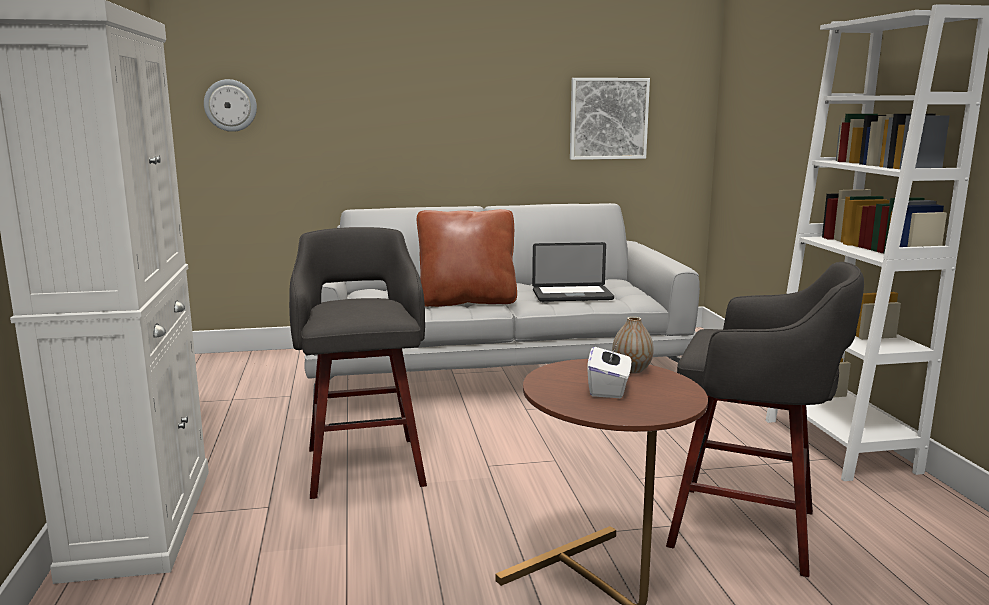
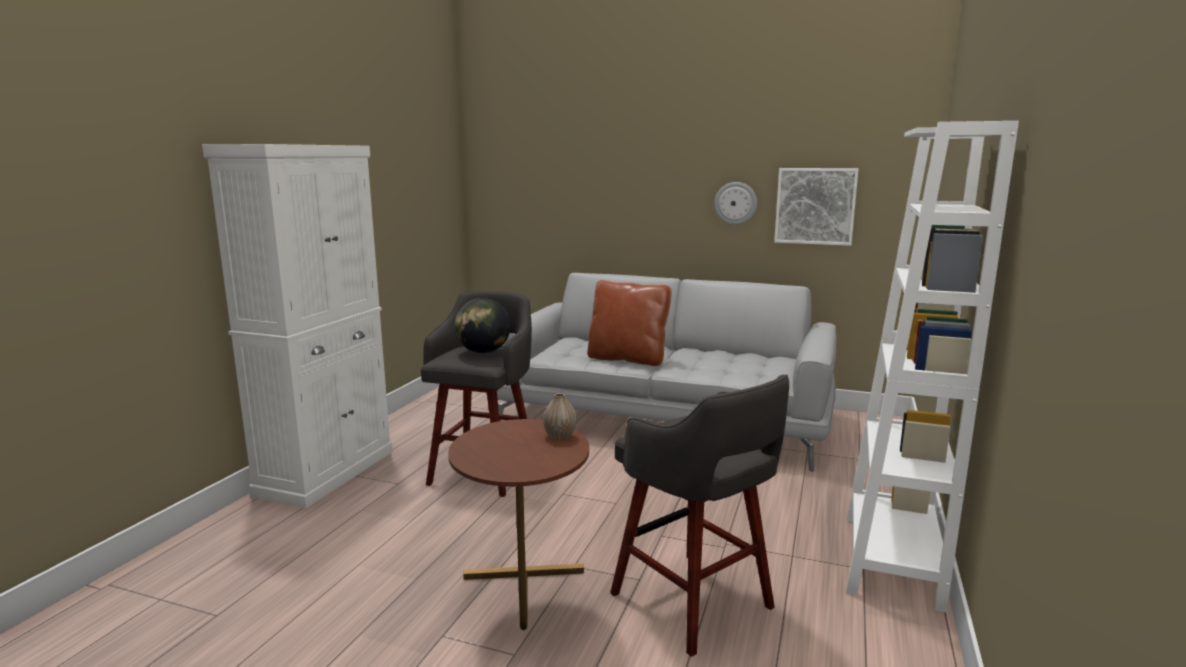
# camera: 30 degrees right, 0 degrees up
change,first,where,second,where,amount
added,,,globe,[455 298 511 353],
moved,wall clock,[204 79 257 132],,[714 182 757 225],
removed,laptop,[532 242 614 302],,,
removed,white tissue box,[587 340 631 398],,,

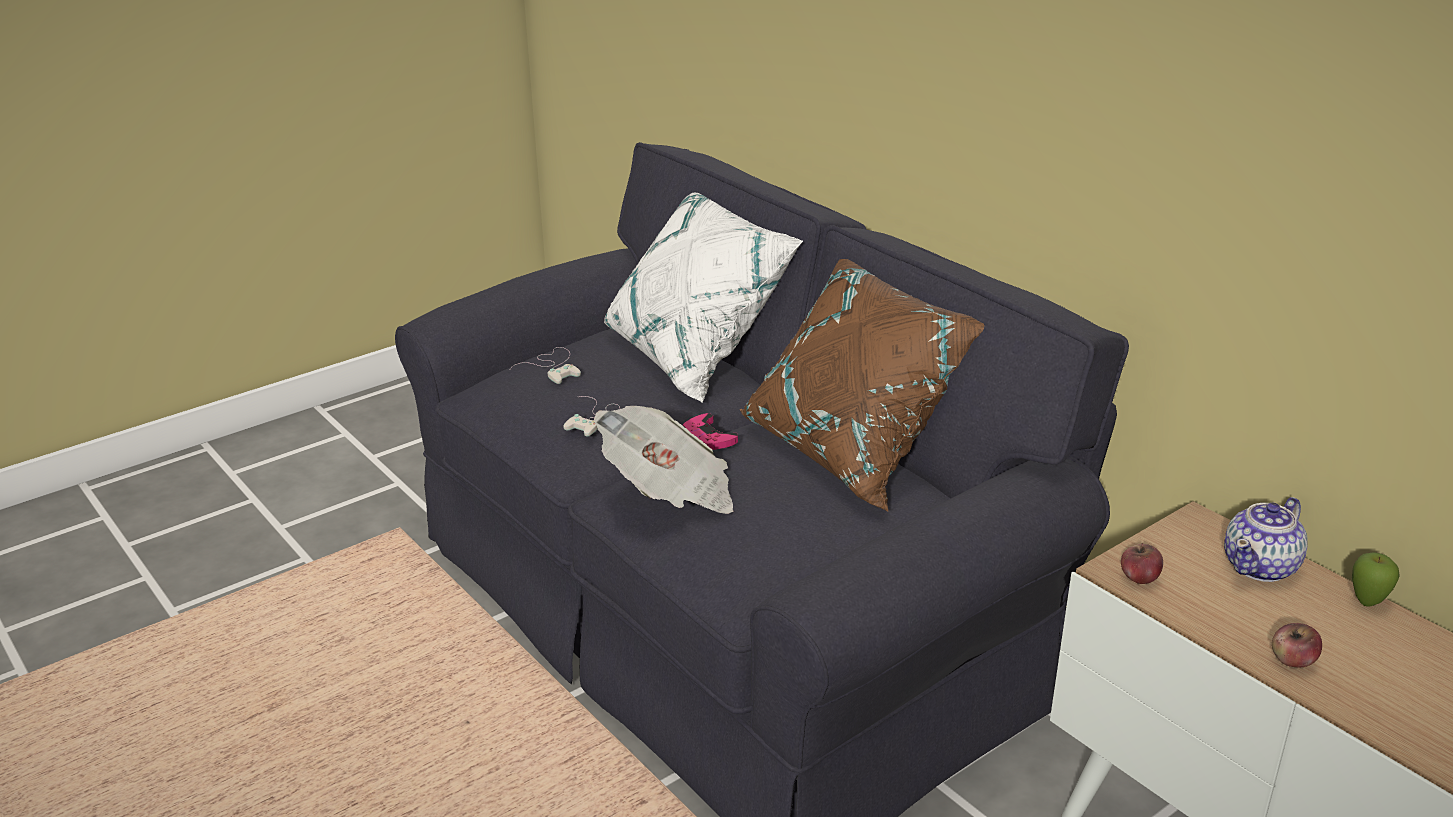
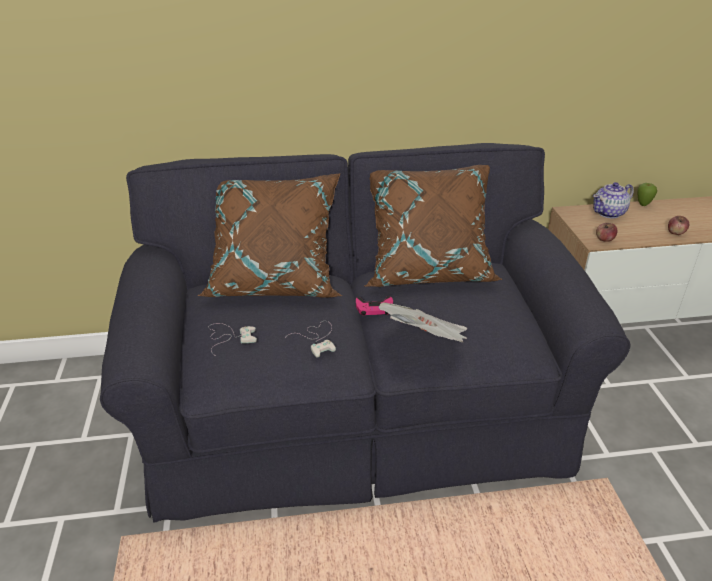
# camera: 60 degrees left, 5 degrees up
change,first,where,second,where,amount
recoloured,white pillow,[604 193 803 403],brown pillow,[197 174 342 298],
turned,teapot,[1224 497 1308 582],,[593 182 634 218],75 degrees clockwise

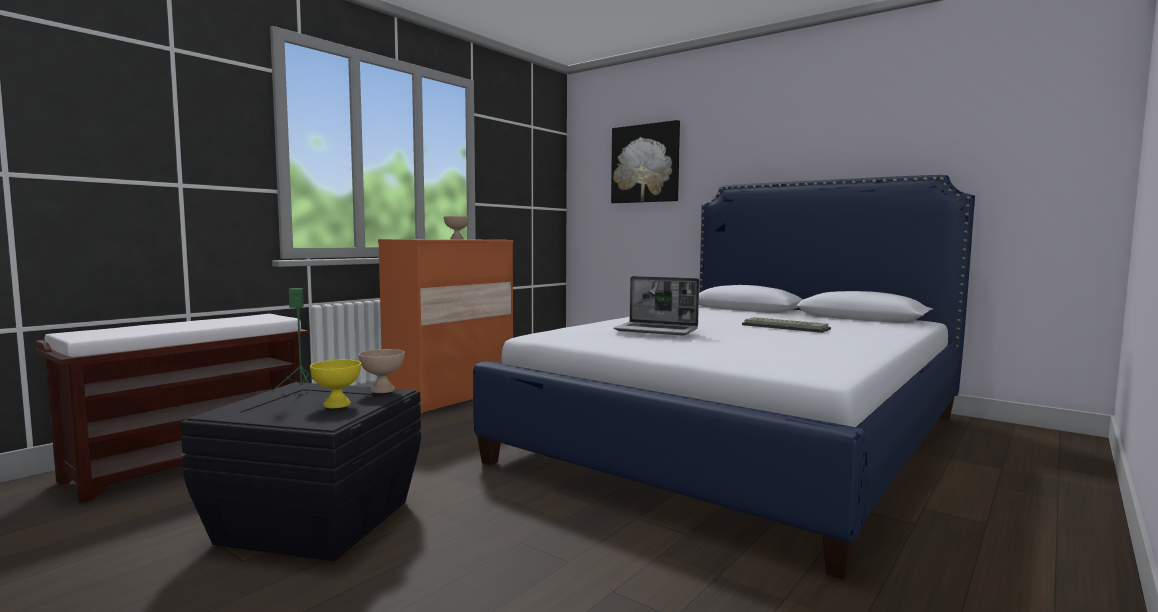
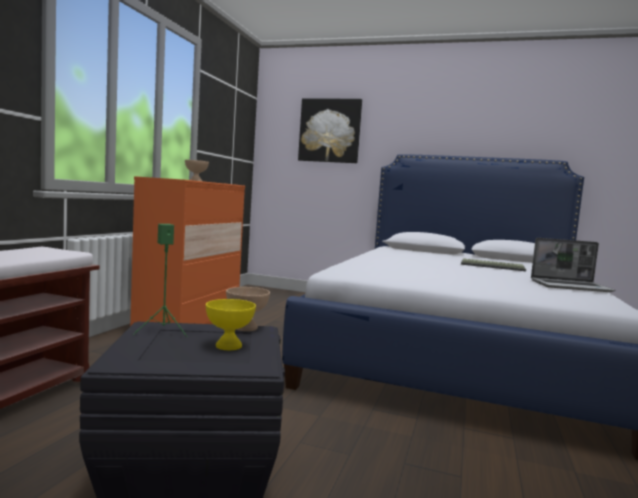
# camera: 20 degrees left, 0 degrees up
change,first,where,second,where,amount
moved,laptop,[614 276 699 335],,[531 238 616 292],

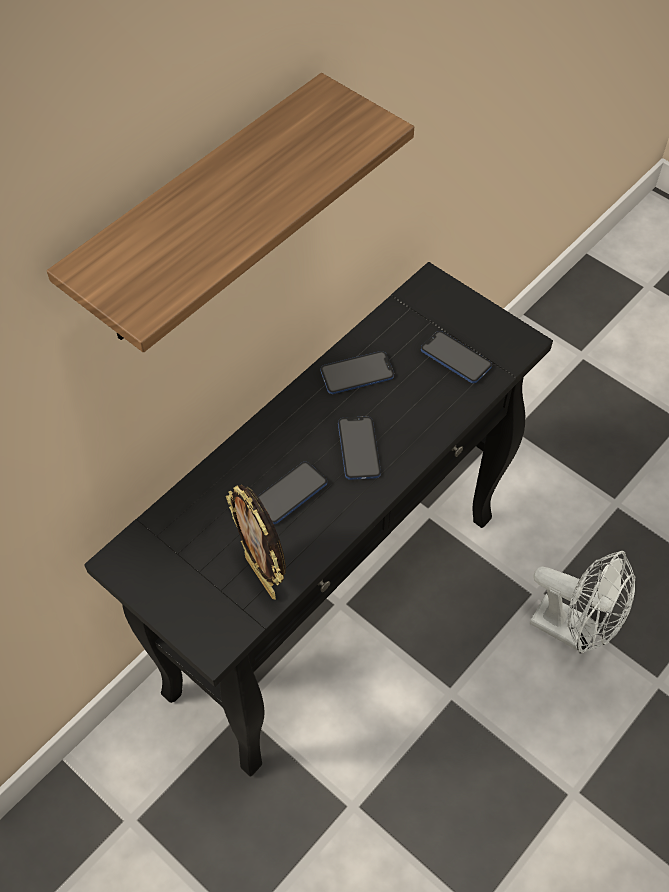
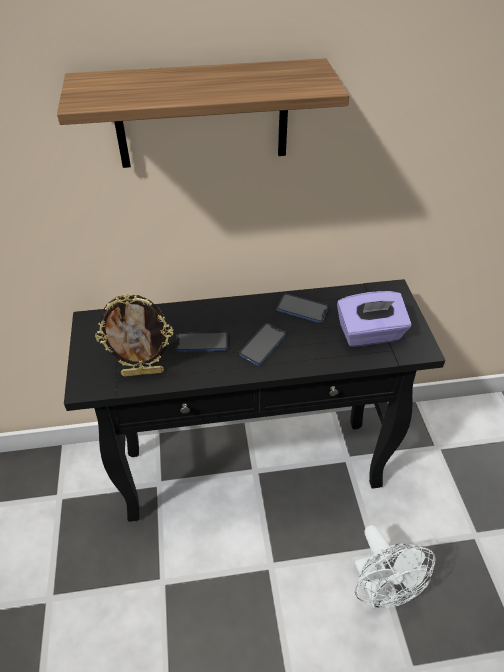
# camera: 40 degrees right, 10 degrees down
change,first,where,second,where,amount
turned,picture frame,[226 485 286 600],,[95 294 173 377],105 degrees counterclockwise
replaced,phone,[421 331 492 383],purple tissue box,[337 291 411 347],

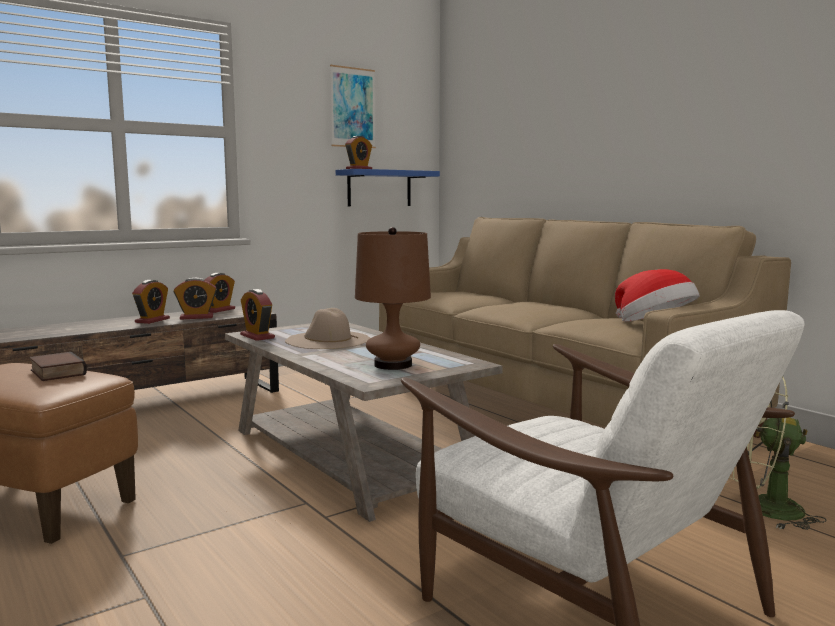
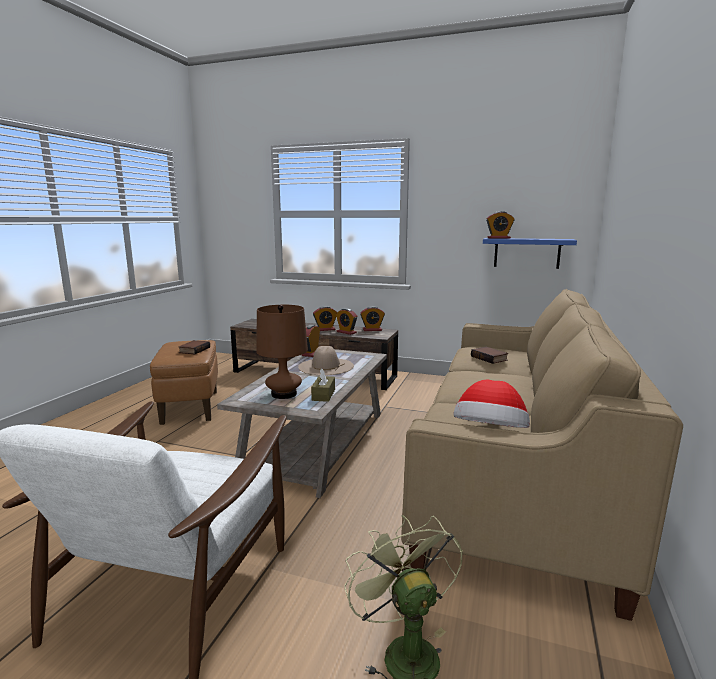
# camera: 55 degrees right, 5 degrees up
change,first,where,second,where,amount
added,,,brown tissue box,[311 369 335 402],
added,,,book,[471 347 508 364],
removed,picture,[330 65 376 148],,,

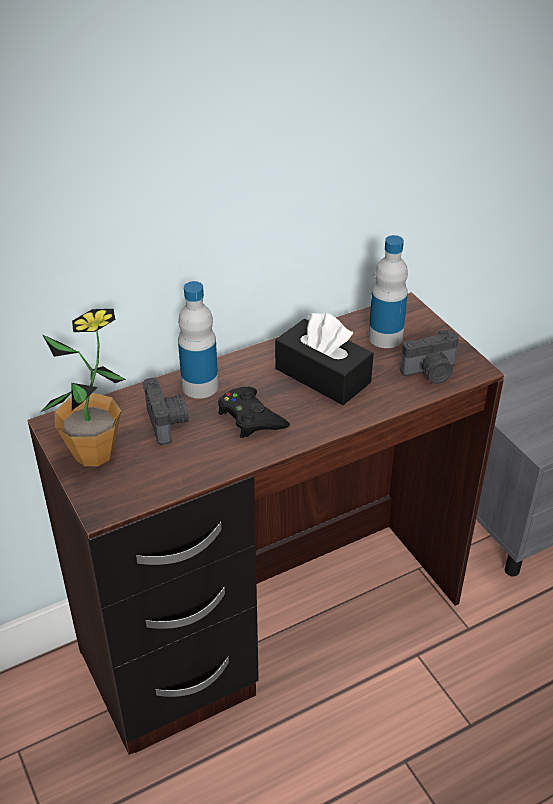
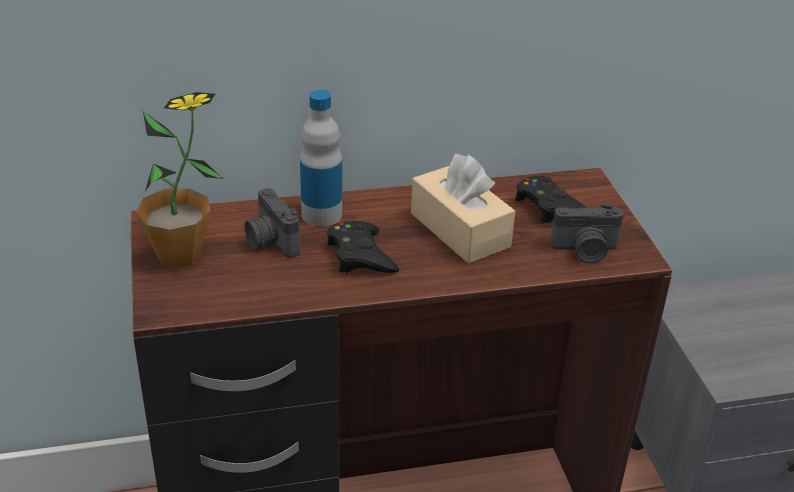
# camera: 15 degrees right, 5 degrees down
change,first,where,second,where,amount
turned,photo camera,[143 377 189 445],,[244 188 300 258],150 degrees clockwise
recoloured,black tissue box,[275 313 374 405],beige tissue box,[411 154 516 264],
replaced,bottle,[368 235 408 348],black game controller,[515 176 587 223],

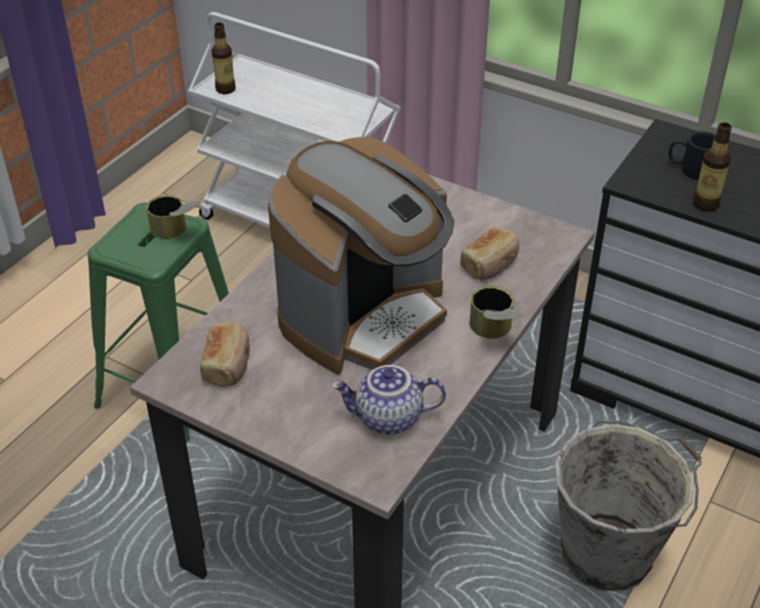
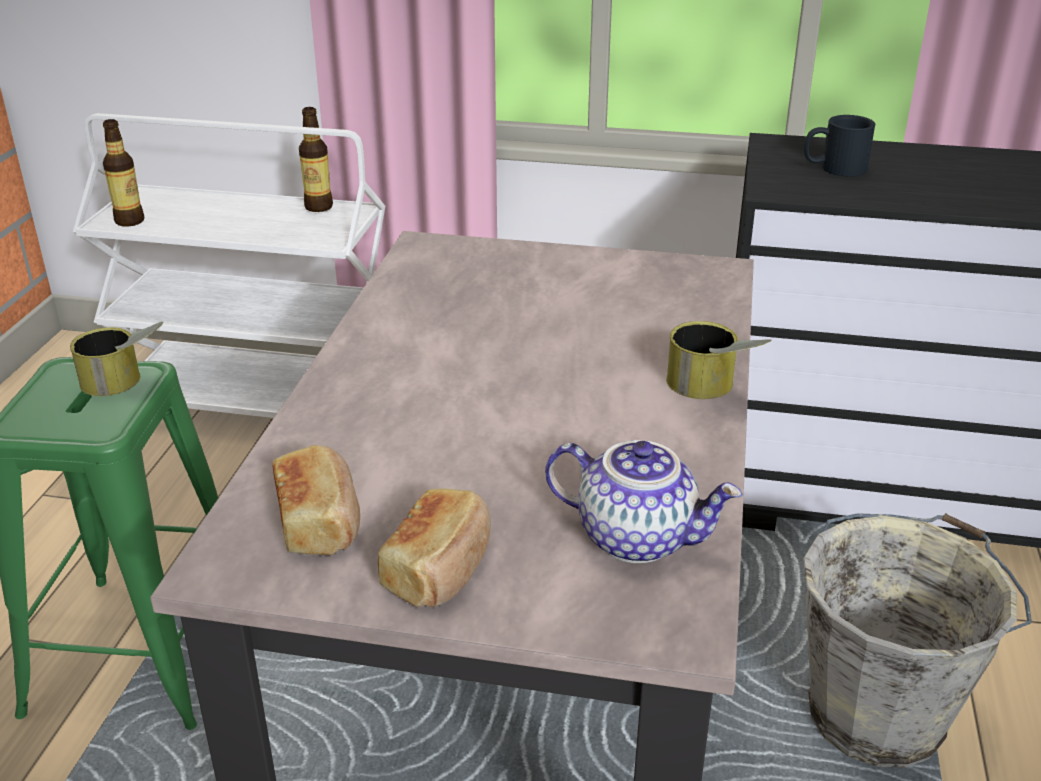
# camera: 20 degrees left, 10 degrees down
change,first,where,second,where,amount
moved,bottle,[693 122 732 212],,[299 107 333 212],
moved,bread,[460 227 520 280],,[377 489 491 607],
turned,teapot,[331 365 446 435],,[545 440 742 563],135 degrees counterclockwise
removed,coffee machine,[268 137 454 375],,,

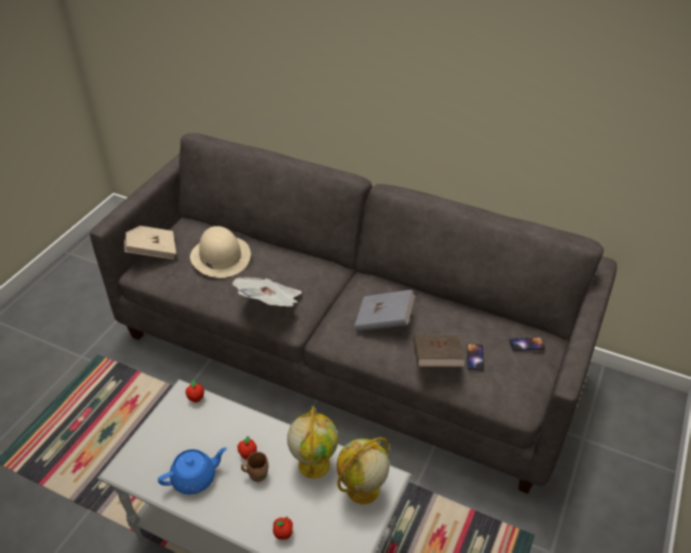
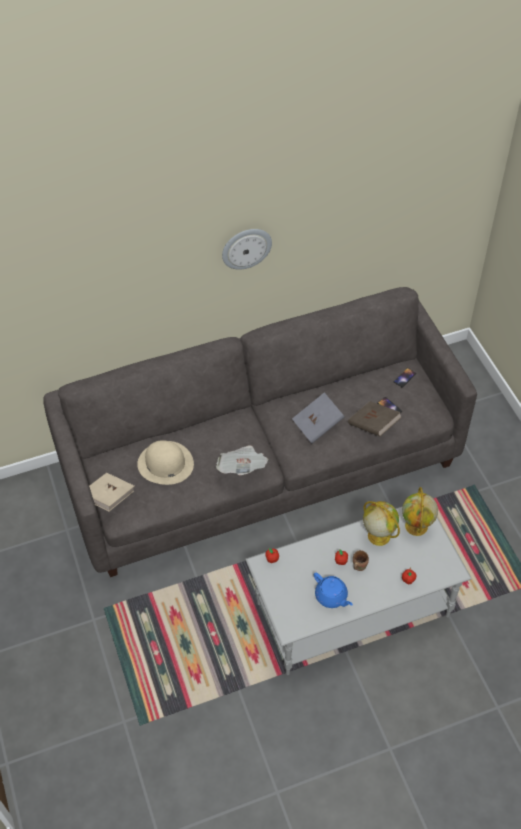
# camera: 45 degrees left, 10 degrees up
change,first,where,second,where,amount
added,,,wall clock,[222 229 272 270],
turned,blue teapot,[158 447 227 494],,[314 573 353 608],120 degrees clockwise

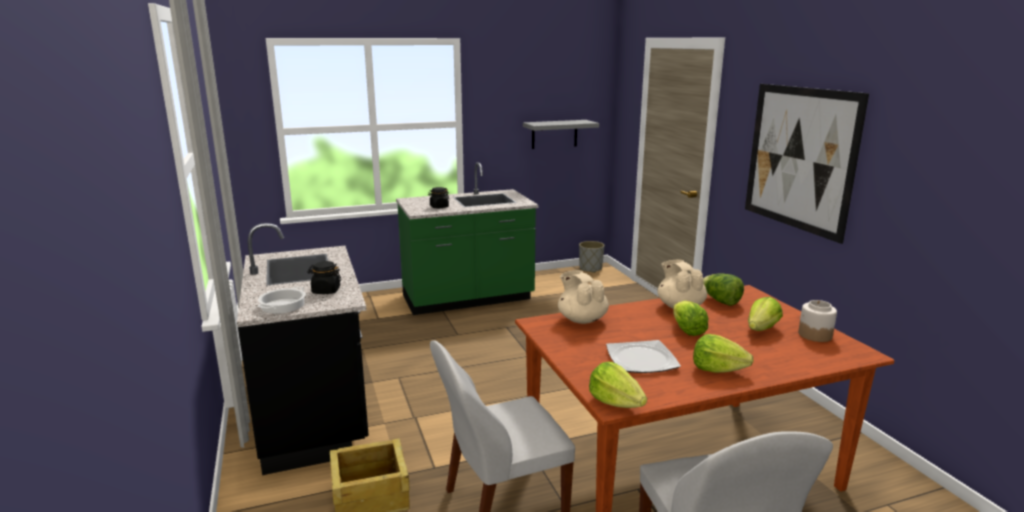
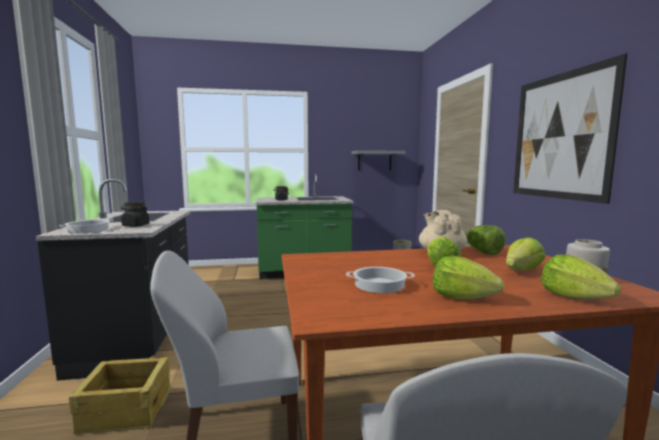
# camera: 10 degrees right, 10 degrees down
change,first,where,second,where,amount
replaced,plate,[606 340 681 373],cooking pot,[346 267 415 293],
moved,lettuce,[589 362 647 408],,[541 254 621 300],
removed,beige teapot,[558 270 609 324],,,

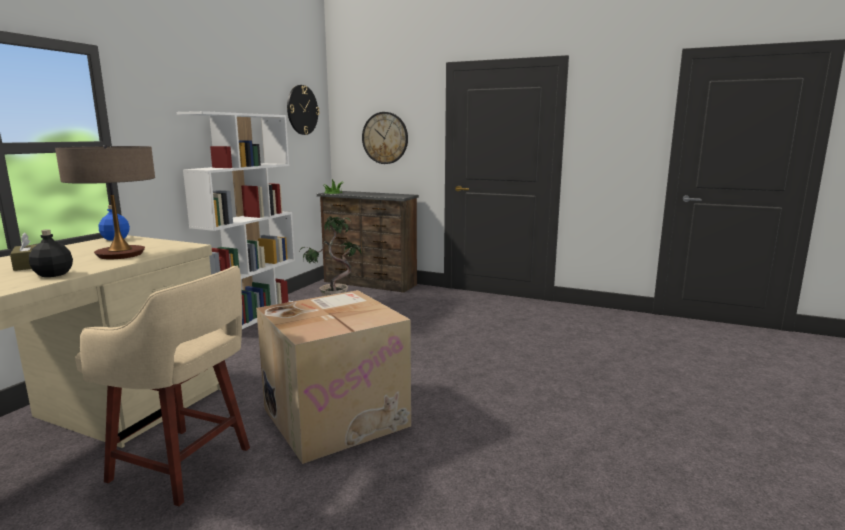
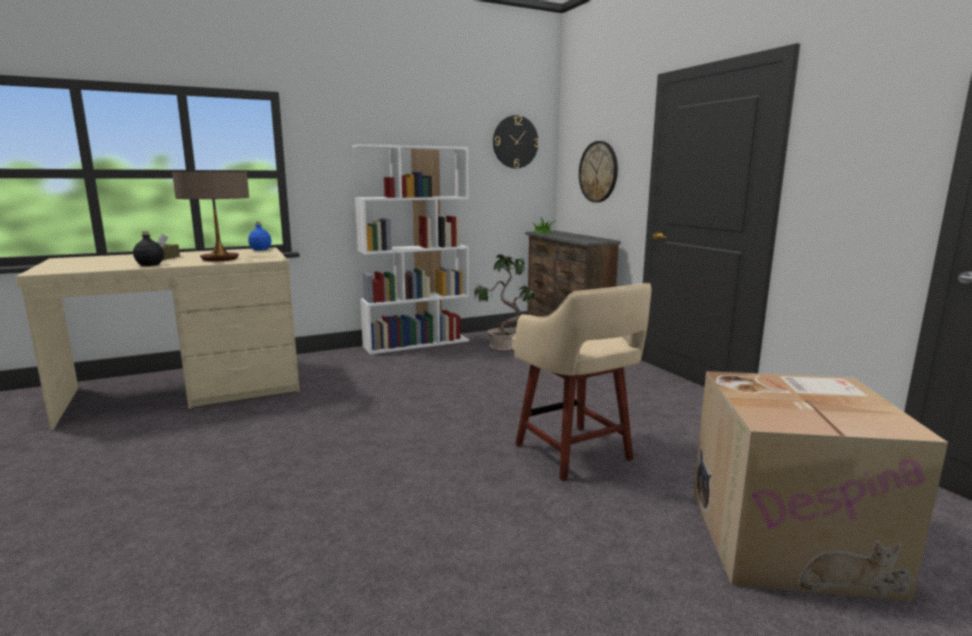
# camera: 40 degrees right, 0 degrees up
change,first,where,second,where,amount
moved,beige stool,[75 265 250 506],,[512 283 651 481],
moved,cardboard box,[256 290 411 464],,[693 371 948 601],

